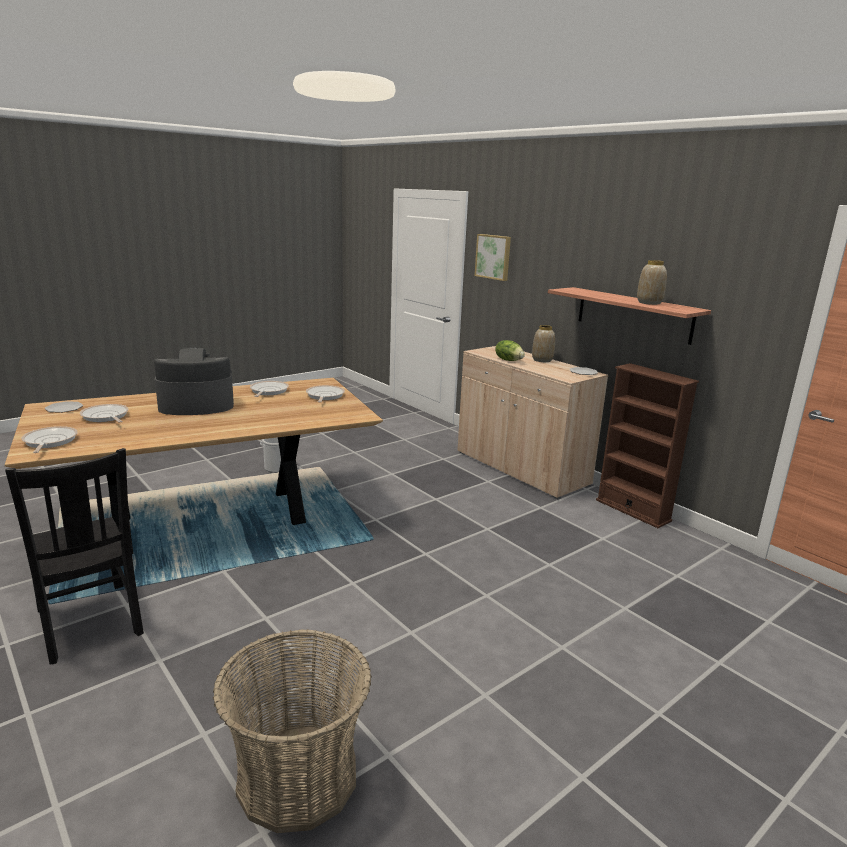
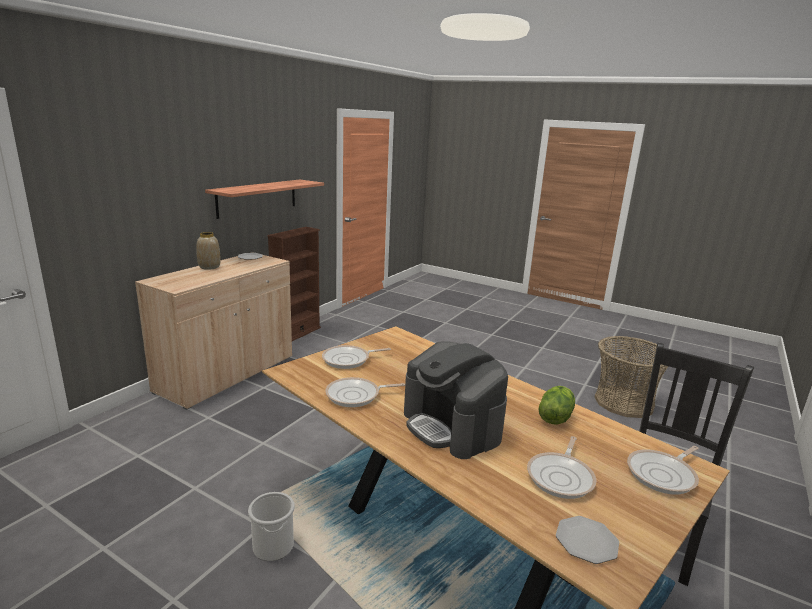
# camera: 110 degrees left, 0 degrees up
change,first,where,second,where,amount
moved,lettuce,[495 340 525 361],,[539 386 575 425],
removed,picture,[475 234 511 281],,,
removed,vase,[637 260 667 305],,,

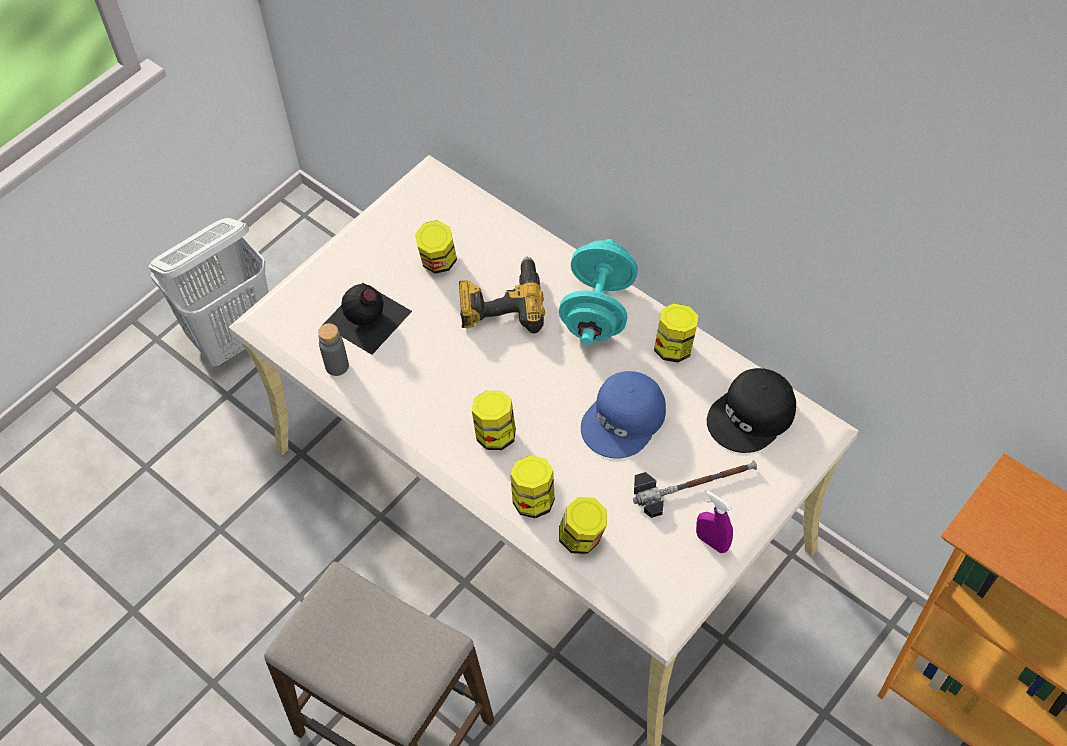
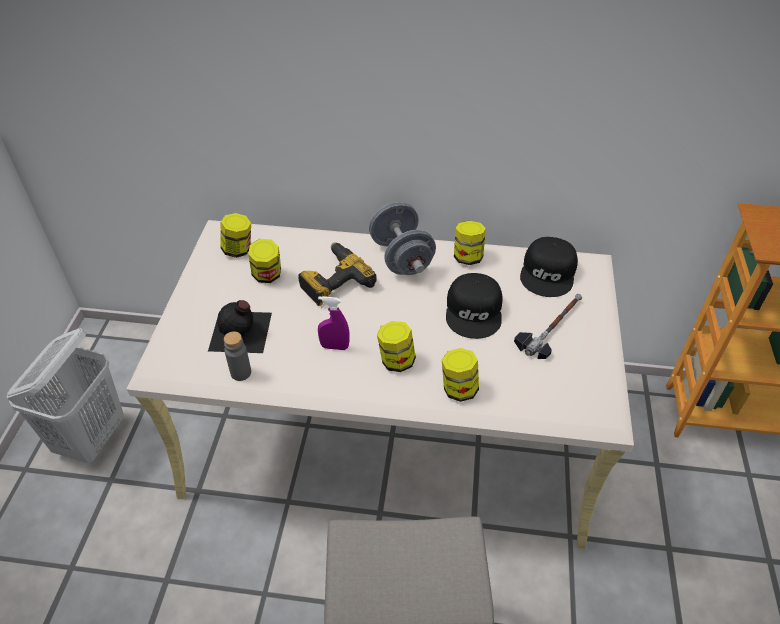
# camera: 35 degrees left, 10 degrees down
change,first,where,second,where,amount
moved,jar,[559 497 607 554],,[220 213 251 258],
moved,purple spray bottle,[696 491 733 553],,[318 296 350 350],
recoloured,turquoise dumbbell,[559 239 638 345],grey dumbbell,[369 202 436 275],
recoloured,blue cap,[581 371 666 459],black cap,[446 273 503 339],

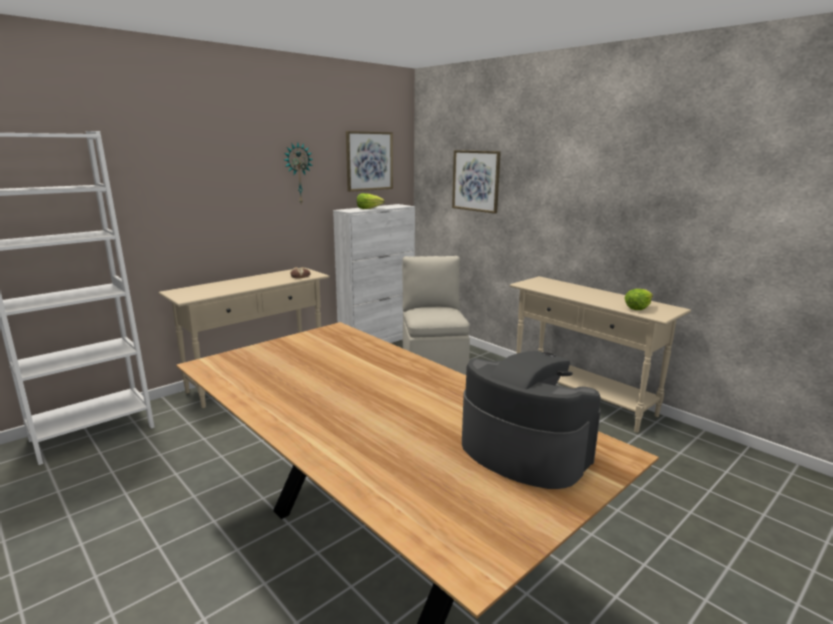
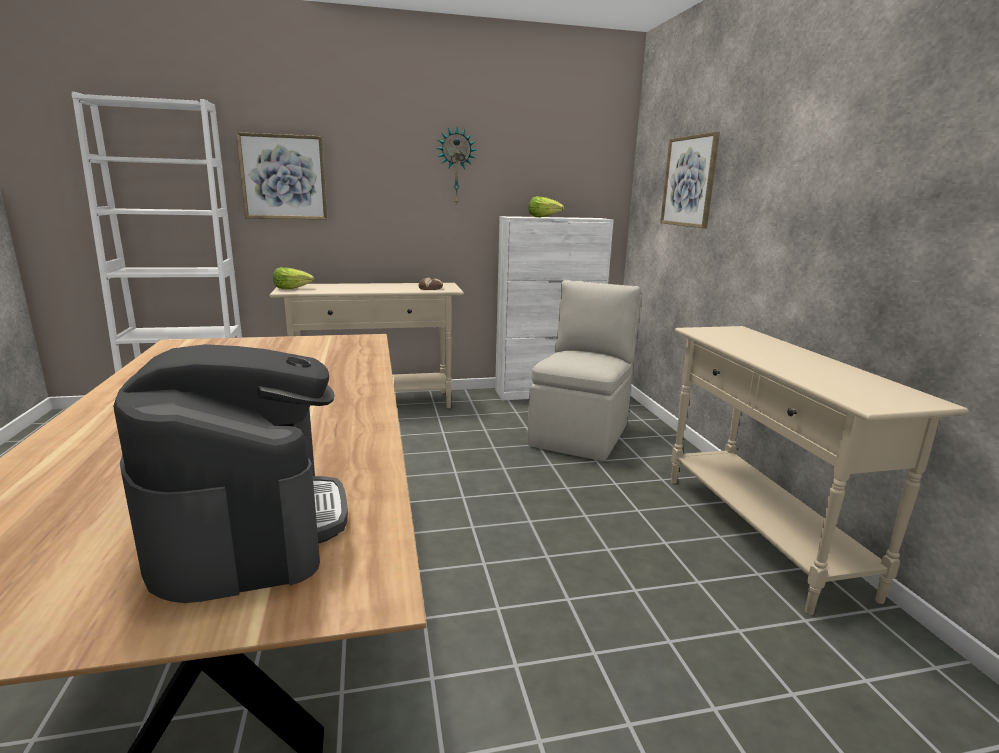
# camera: 30 degrees right, 0 degrees up
change,first,where,second,where,amount
moved,picture,[346 131 393 192],,[236 132 327 219],
moved,lettuce,[625 289 653 310],,[273 267 314 289],

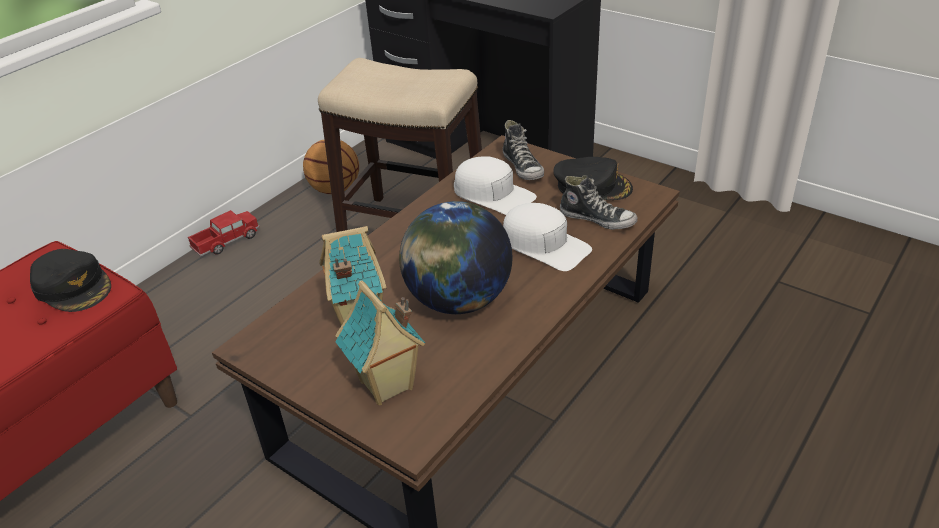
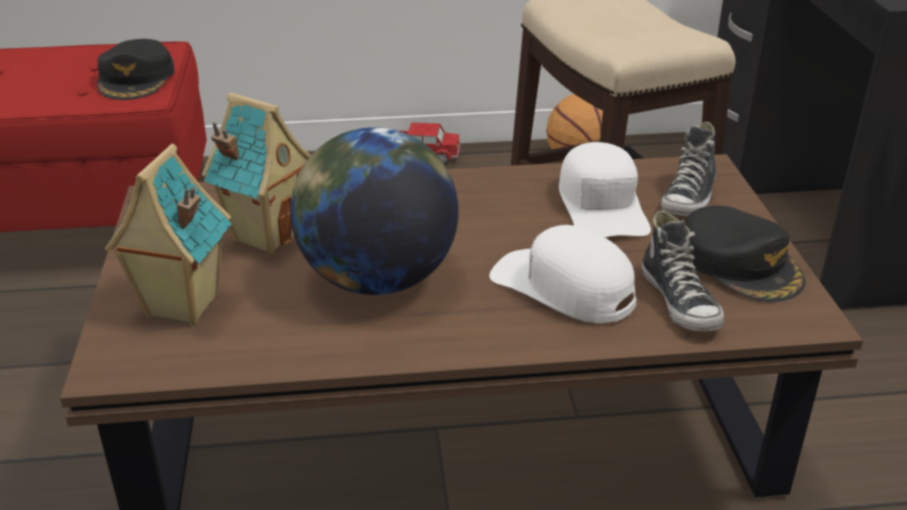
# camera: 45 degrees right, 5 degrees down
change,first,where,second,where,amount
turned,white cap,[503 203 592 271],,[489 225 636 323],135 degrees clockwise

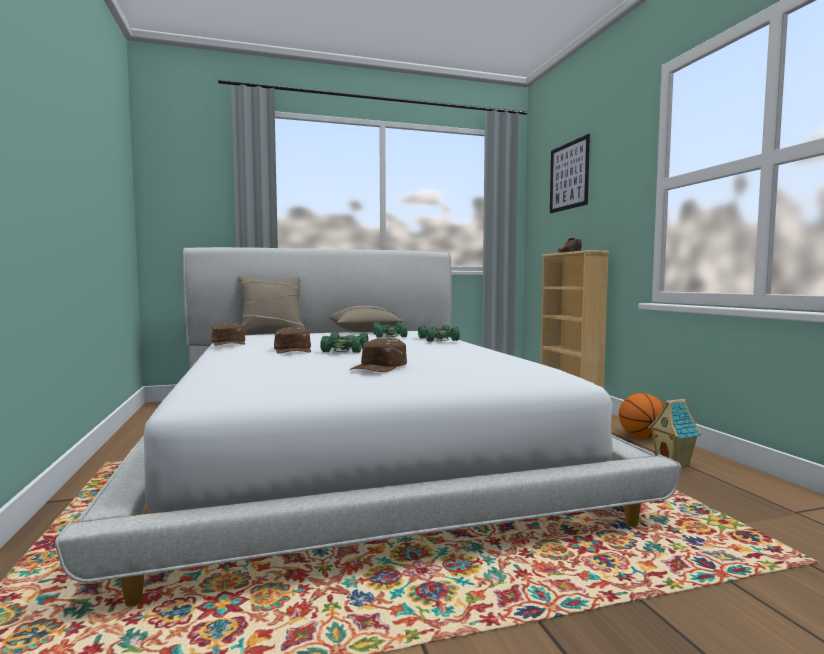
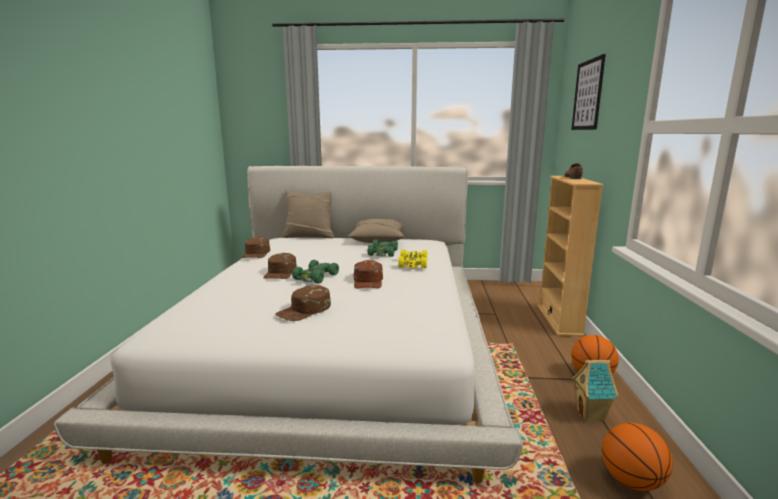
# camera: 20 degrees right, 10 degrees up
change,first,where,second,where,amount
added,,,brown cap,[354 260 383 288],
recoloured,green toy car,[418 325 460 342],yellow toy car,[398 249 427 268],
added,,,basketball,[602 423 673 491],

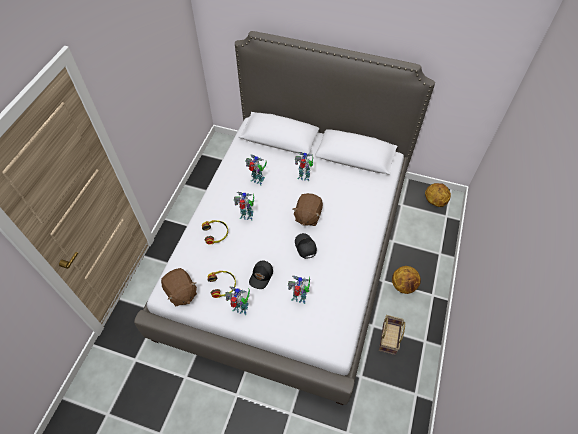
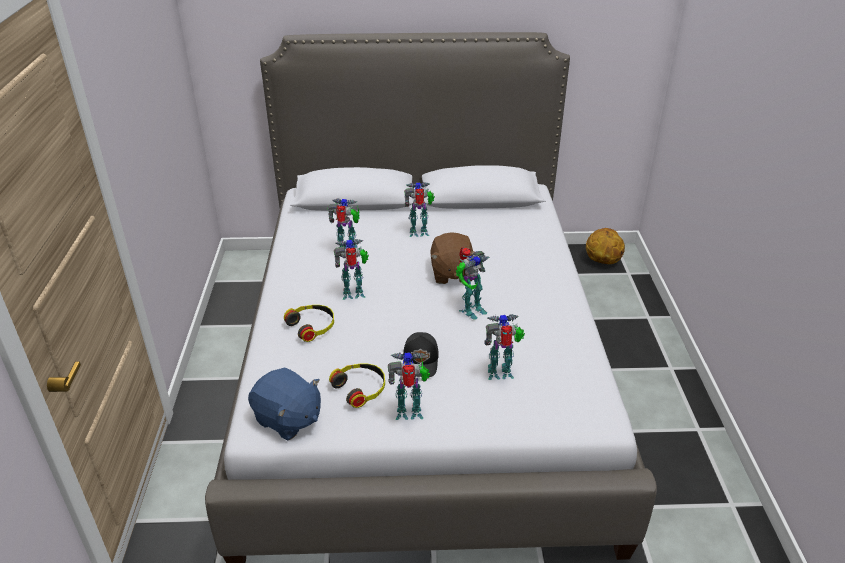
# camera: 20 degrees left, 20 degrees down
change,first,where,second,where,amount
recoloured,brown plush toy,[161 268 197 306],blue plush toy,[248 367 321 441],
replaced,black cap,[295 233 317 259],toy robot,[456 247 489 320],
removed,basket,[379 315 405 355],,,
removed,basketball,[392 266 421 294],,,

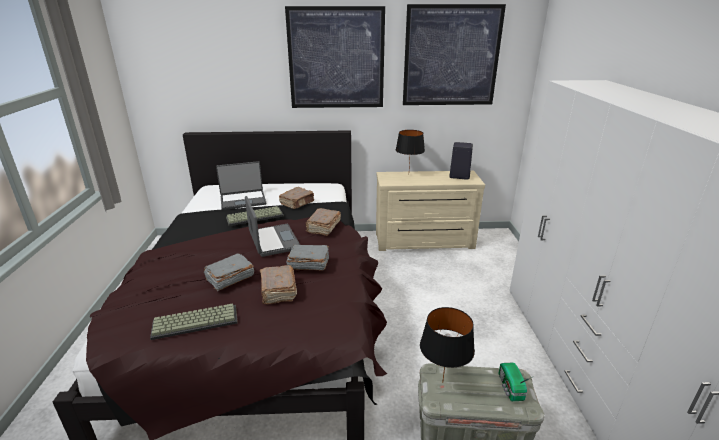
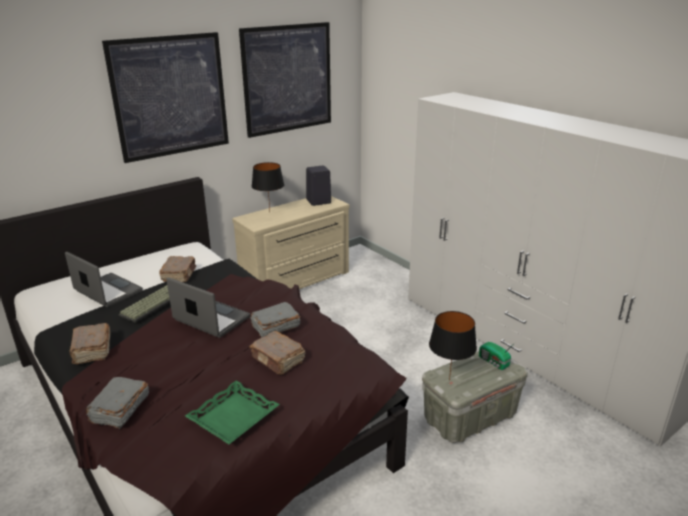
# camera: 35 degrees left, 0 degrees up
change,first,where,second,where,amount
turned,laptop,[216 161 266 210],,[65 252 143 307],90 degrees counterclockwise
moved,brown book,[306 208 341 236],,[70 323 110 364],
moved,grey book,[203 253 254 291],,[86 377 149 429],
replaced,keyboard,[150 304 238 340],green tray,[185 380 280 444],

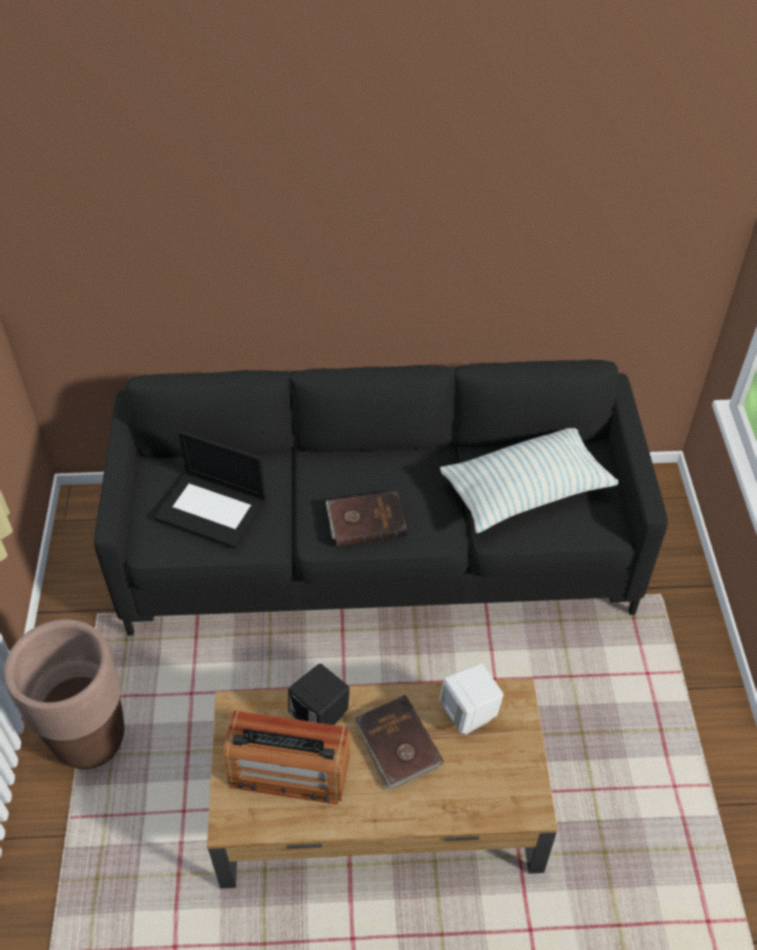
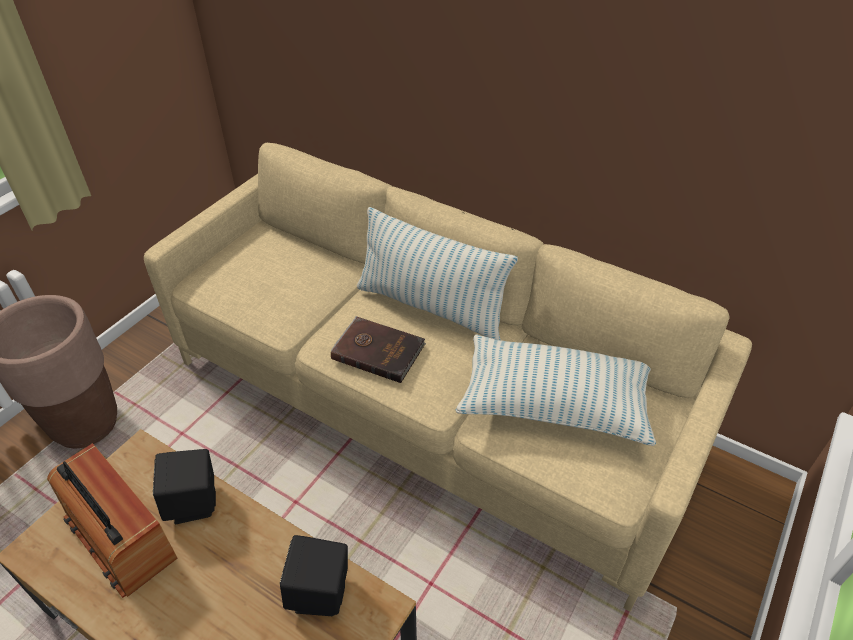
# camera: 35 degrees right, 5 degrees down
change,first,where,second,where,amount
recoloured,black sofa,[94 359 668 636],beige sofa,[144 143 752 612],
recoloured,white speaker,[439 663 503 735],black speaker,[280 535 348 616],
added,,,pillow,[357 207 518 340],
removed,laptop,[154 430 266 549],,,
removed,brown book,[354 695 443 790],,,

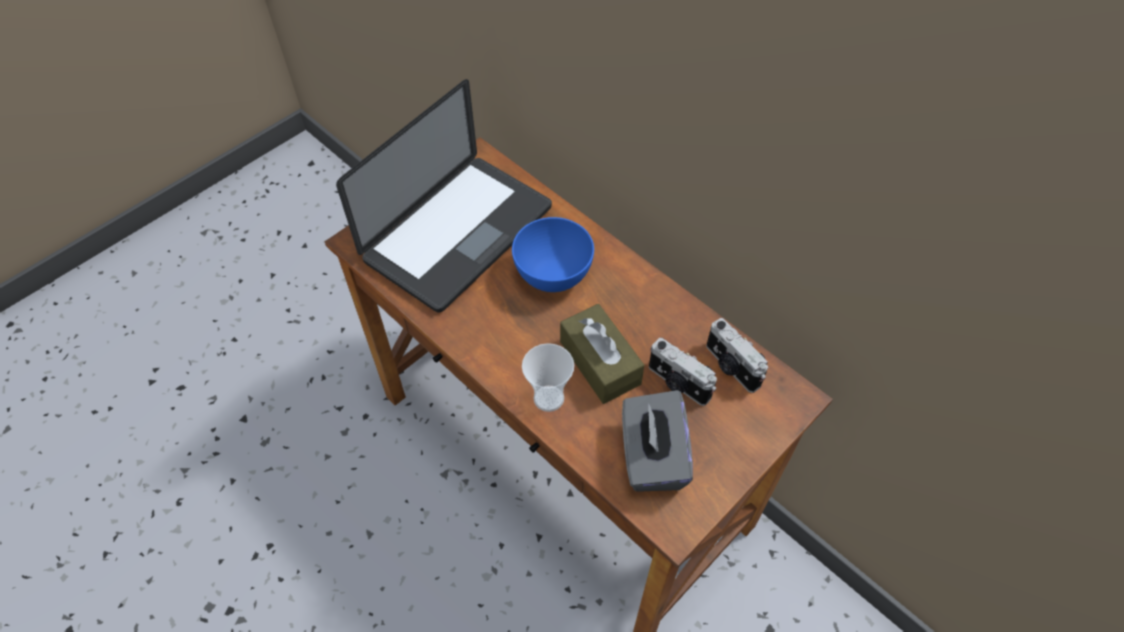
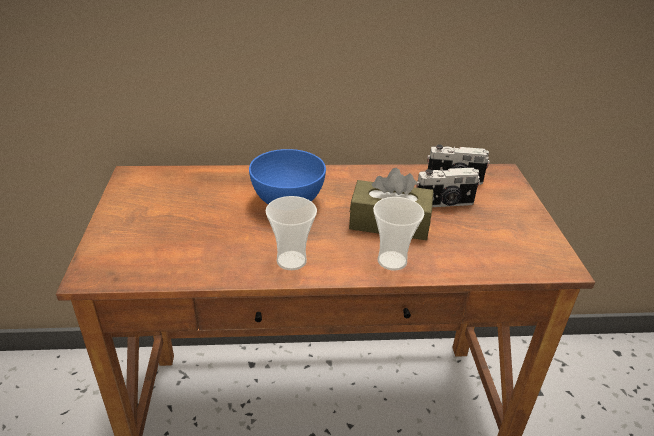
# camera: 50 degrees left, 20 degrees down
change,first,where,second,where,amount
added,,,cup,[266 196 317 270],
removed,laptop,[336 79 552 312],,,
removed,grey tissue box,[622 390 693 492],,,

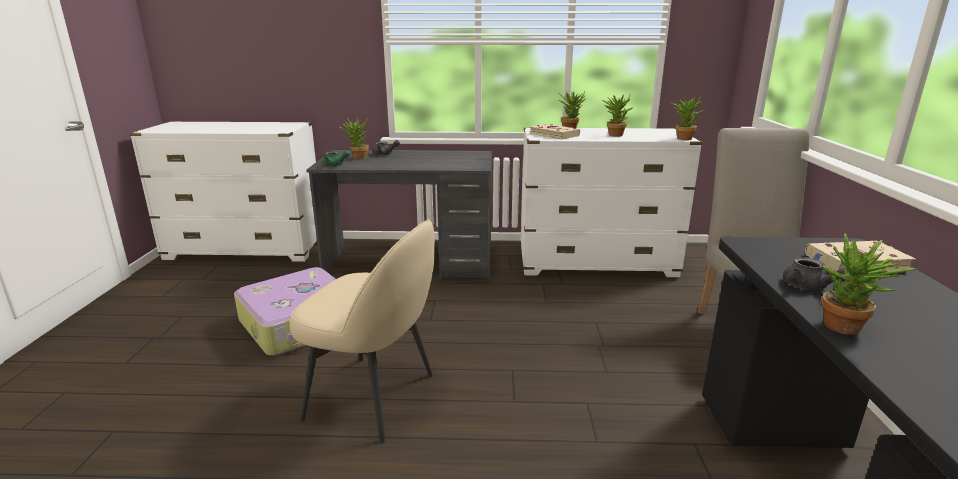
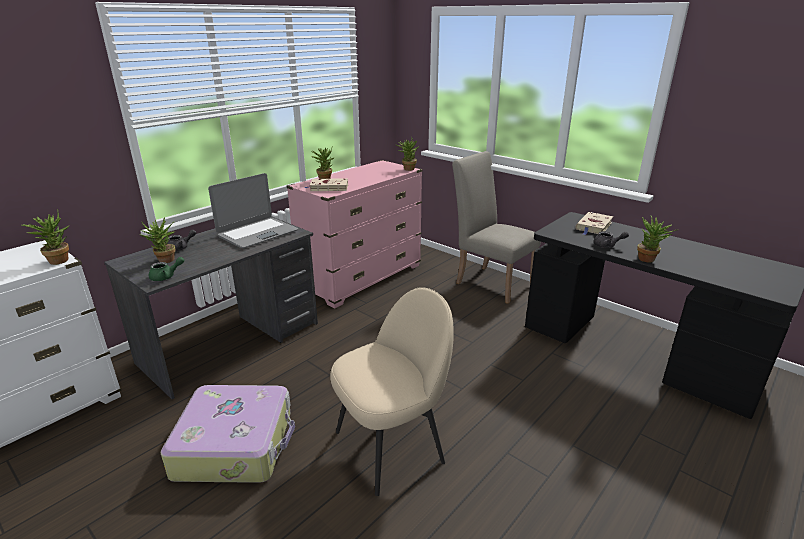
# camera: 50 degrees left, 5 degrees up
change,first,where,second,where,amount
moved,potted plant,[602 95 633 137],,[22 210 69 265],
added,,,laptop,[208 173 298 248],
recoloured,white dresser,[520 127 703 277],pink dresser,[287 160 423 308],

